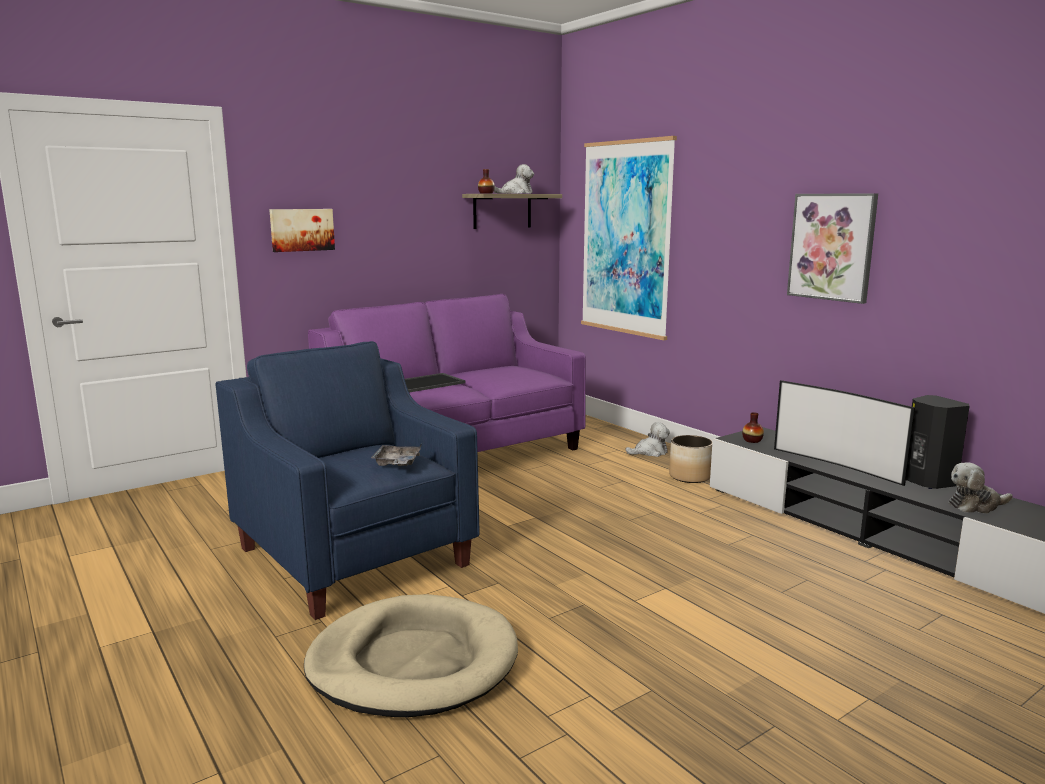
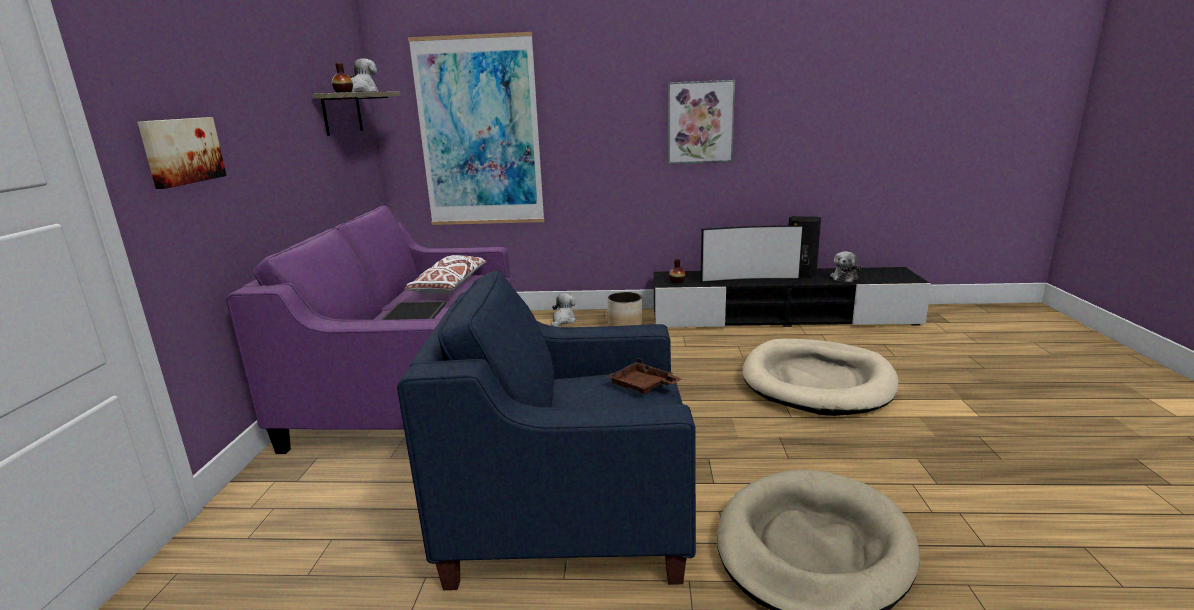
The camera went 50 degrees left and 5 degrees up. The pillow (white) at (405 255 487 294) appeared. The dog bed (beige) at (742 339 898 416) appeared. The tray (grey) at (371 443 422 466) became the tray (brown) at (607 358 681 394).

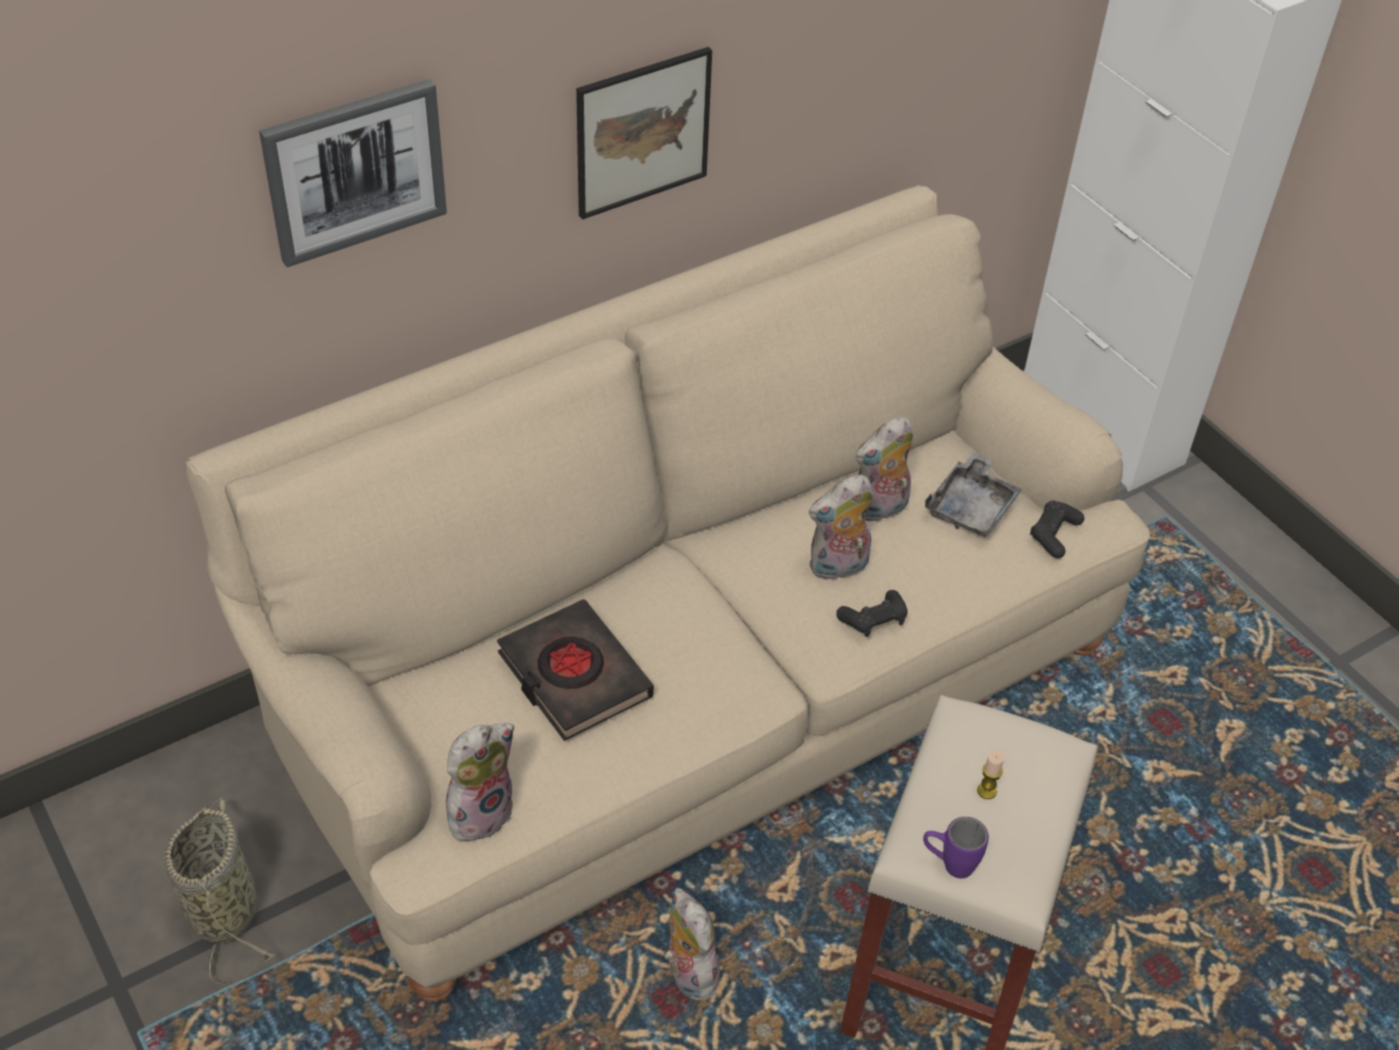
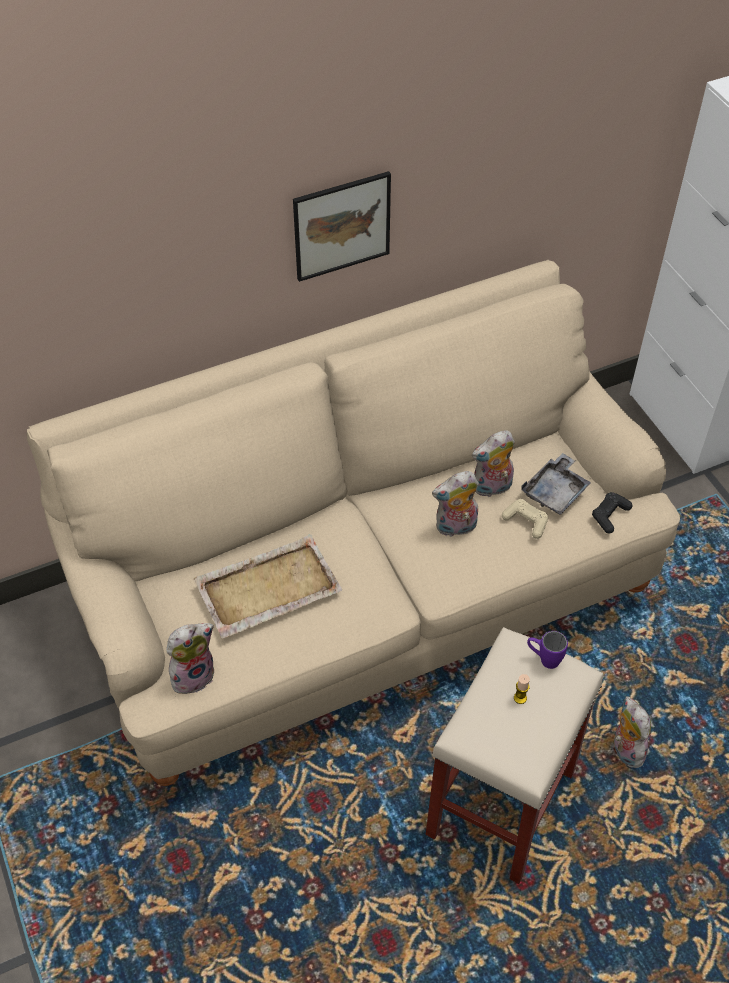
The camera went 10 degrees right and 5 degrees up. The basket at (164 797 276 985) disappeared. The picture at (259 79 447 267) disappeared. The game controller (black) at (836 590 907 637) disappeared. The game controller (beige) at (502 499 548 539) appeared. The plush toy moved from (664 888 720 1000) to (614 696 651 768). The mug (purple) moved from (923 817 989 879) to (527 631 568 669). The book (black) at (497 599 654 741) was replaced by the tray (beige) at (194 534 342 639).

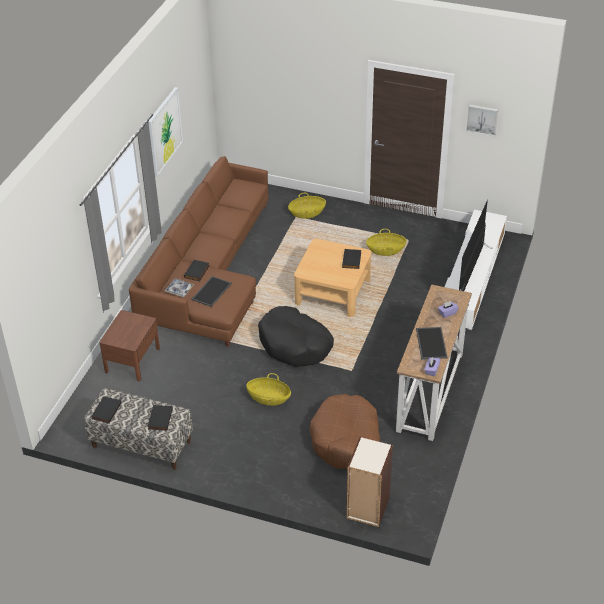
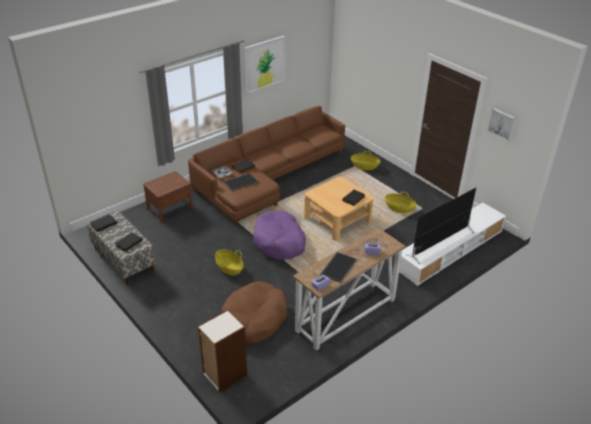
The camera went 30 degrees right and 5 degrees down. The dog bed (black) at (258 306 334 367) became the dog bed (purple) at (253 210 306 260).

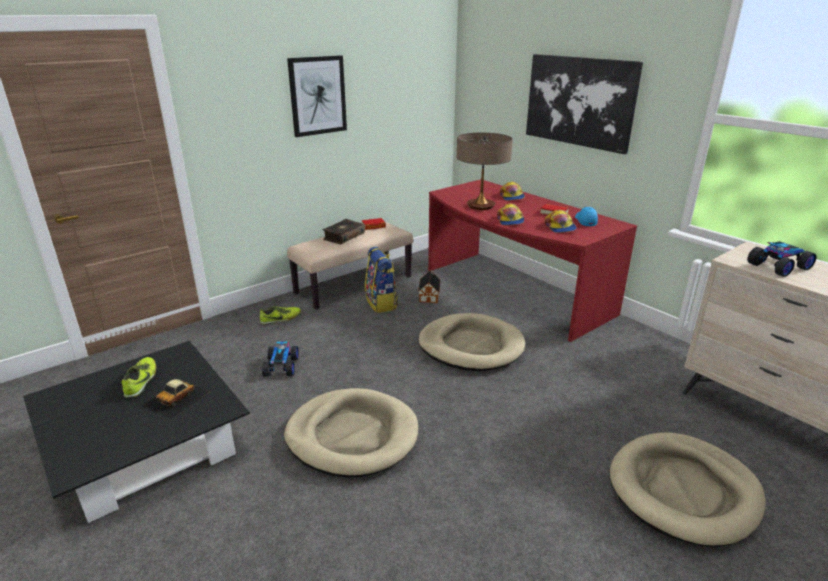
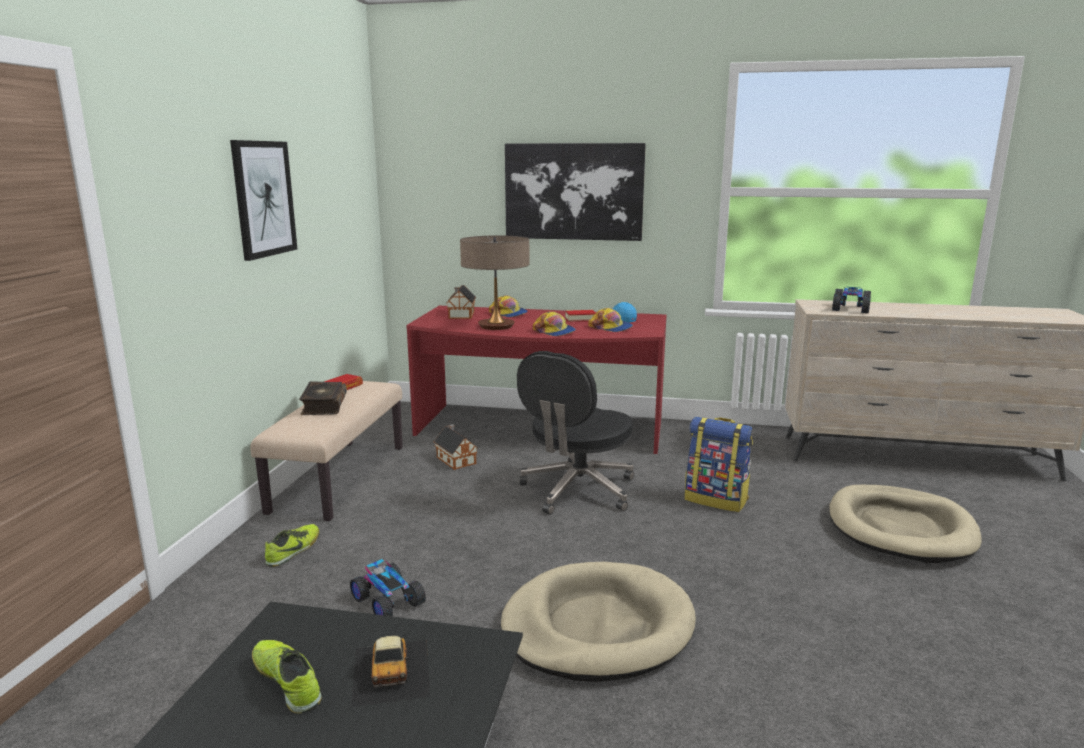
The camera went 40 degrees left and 10 degrees down. The toy house at (446 285 476 319) appeared. The backpack moved from (365 247 398 313) to (685 417 753 512). The dog bed (beige) at (418 313 525 371) was replaced by the office chair (black) at (517 351 634 515).

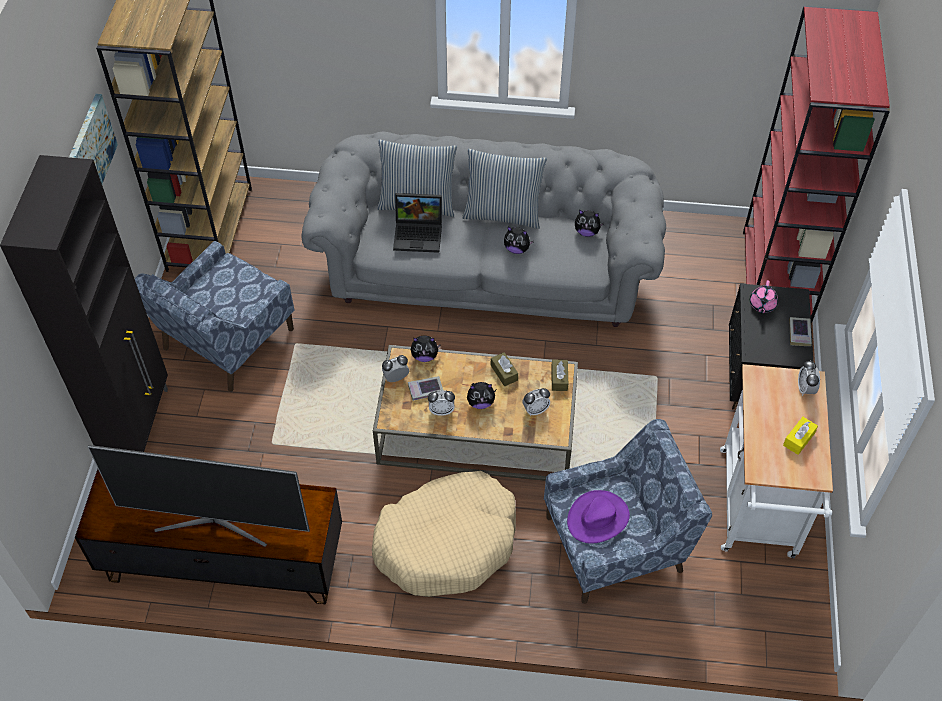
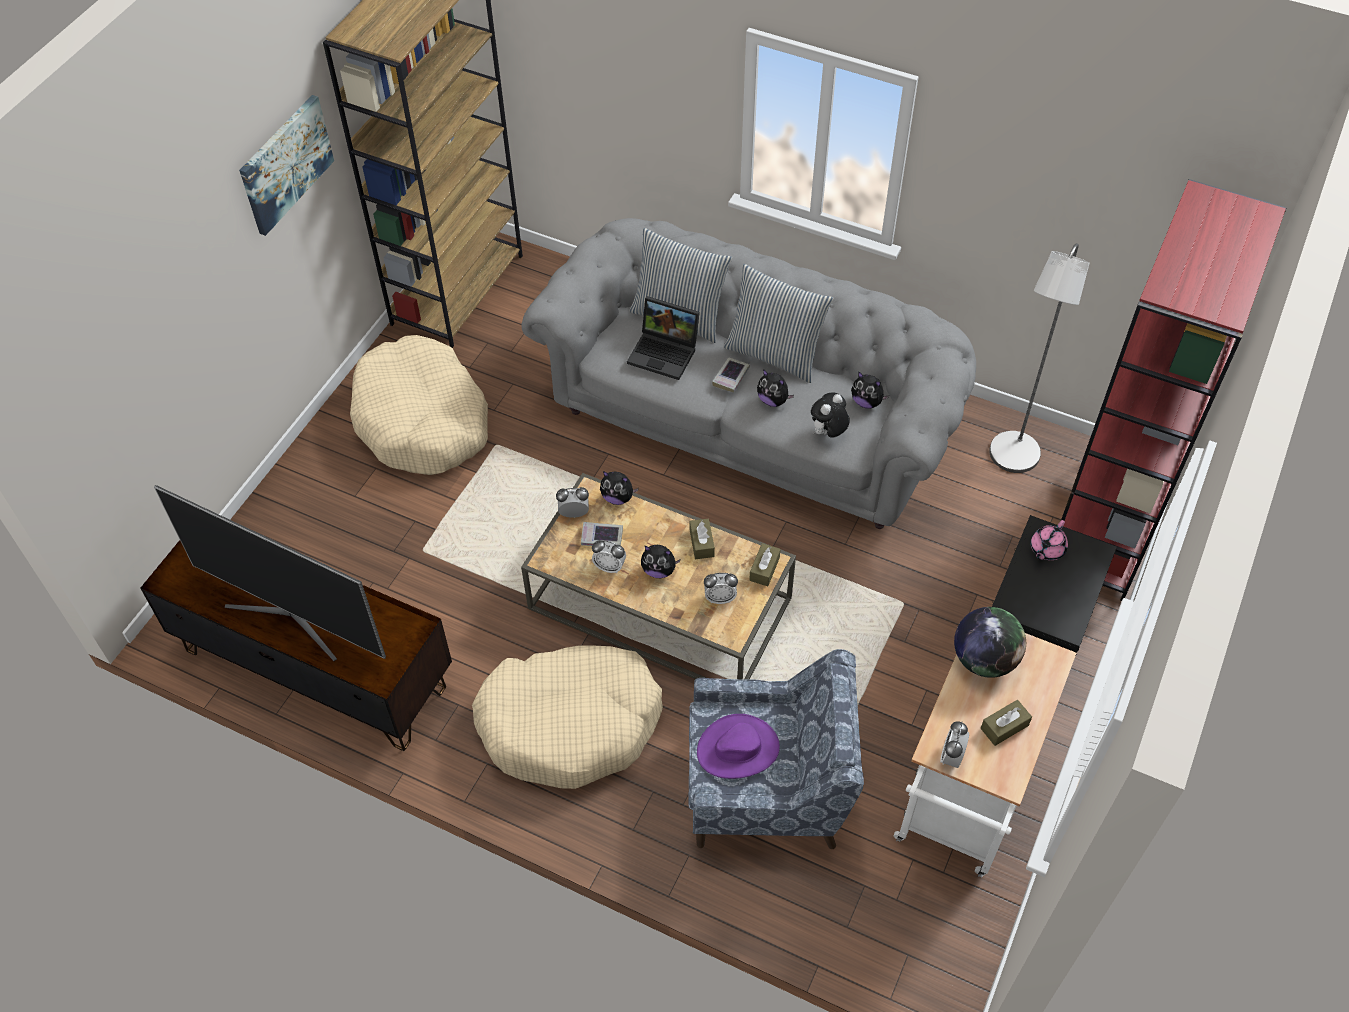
The camera went 20 degrees right and 0 degrees up. The cabinet (black) at (0 155 168 452) disappeared. The plush toy at (811 392 850 438) appeared. The globe at (954 607 1026 678) appeared. The floor lamp (grey) at (989 243 1089 473) appeared. The book moved from (789 317 812 346) to (712 357 750 393). The alarm clock moved from (798 360 820 396) to (940 721 969 768). The armchair (blue) at (135 241 294 392) was replaced by the dog bed (beige) at (350 335 488 475). The tissue box (yellow) at (783 417 818 455) became the tissue box (brown) at (981 700 1032 746).

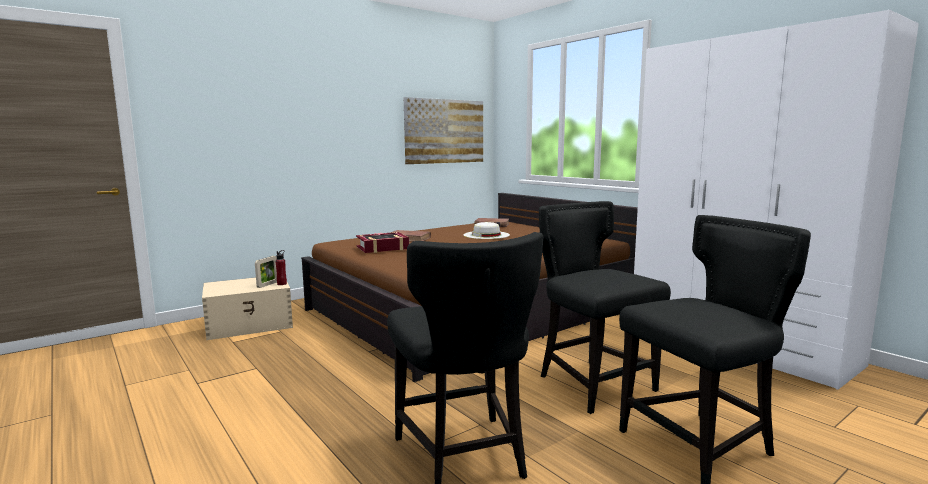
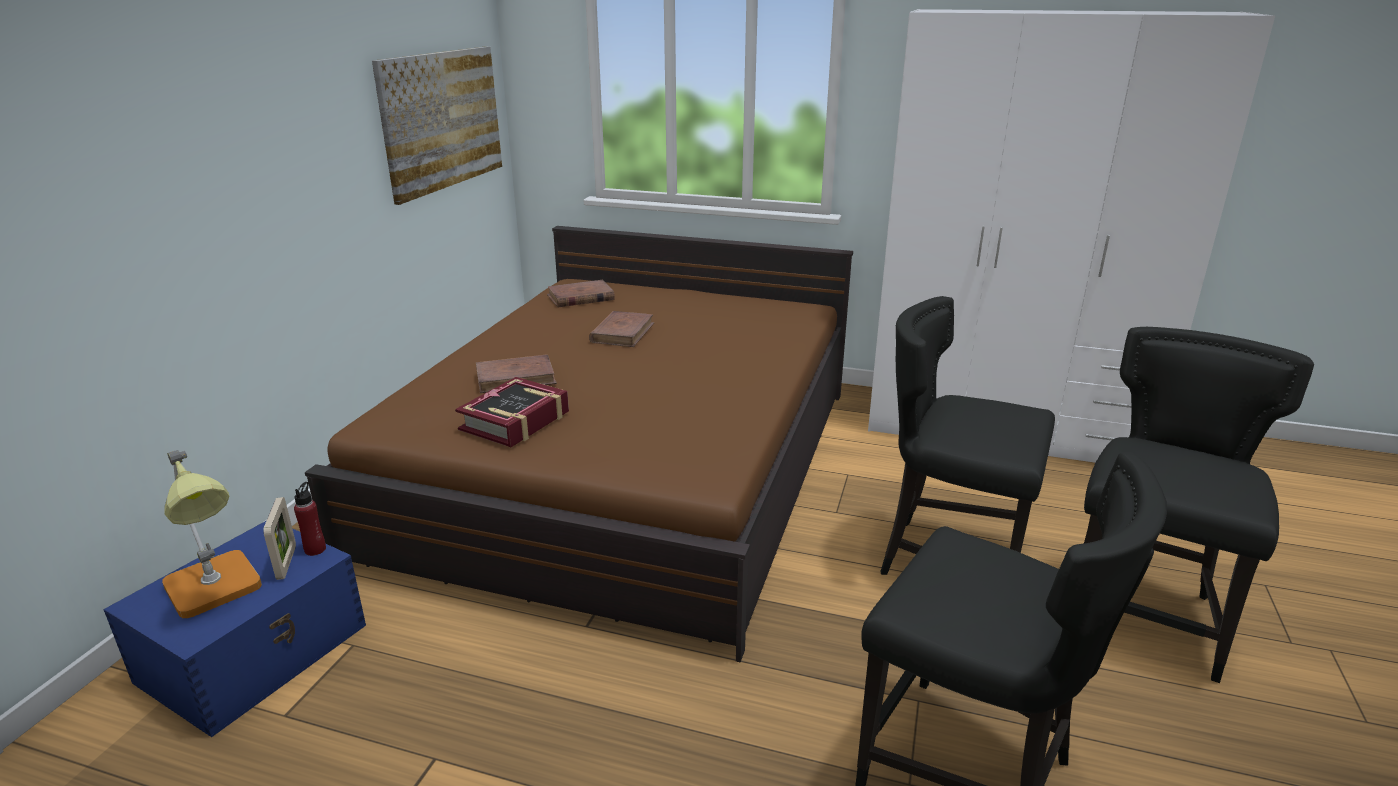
The camera went 35 degrees left and 15 degrees up. The table lamp at (162 450 262 618) appeared. The hat (white) at (464 222 510 239) was replaced by the book (brown) at (589 311 654 347). The storage box (beige) at (202 277 293 340) became the storage box (blue) at (103 521 366 737).

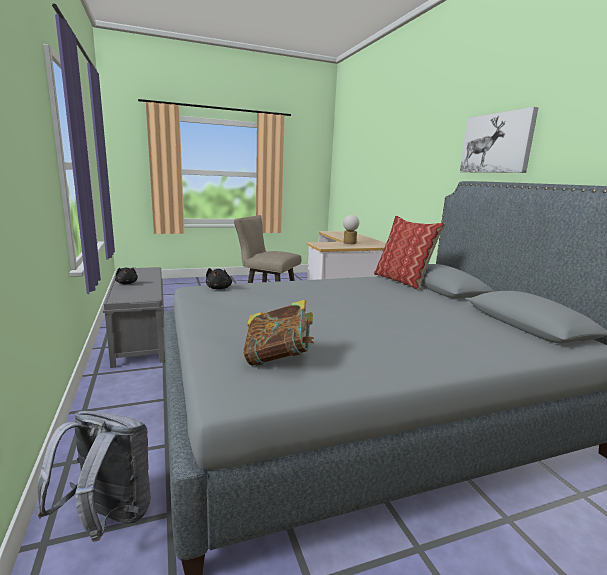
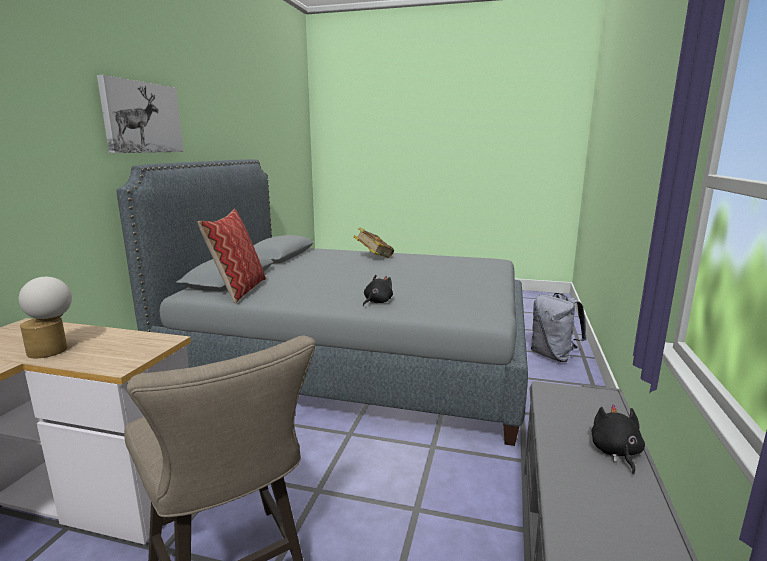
The camera went 145 degrees left and 0 degrees up. The plush toy (black) moved from (206 268 232 289) to (363 275 393 306). The book moved from (243 299 314 366) to (353 227 394 258).

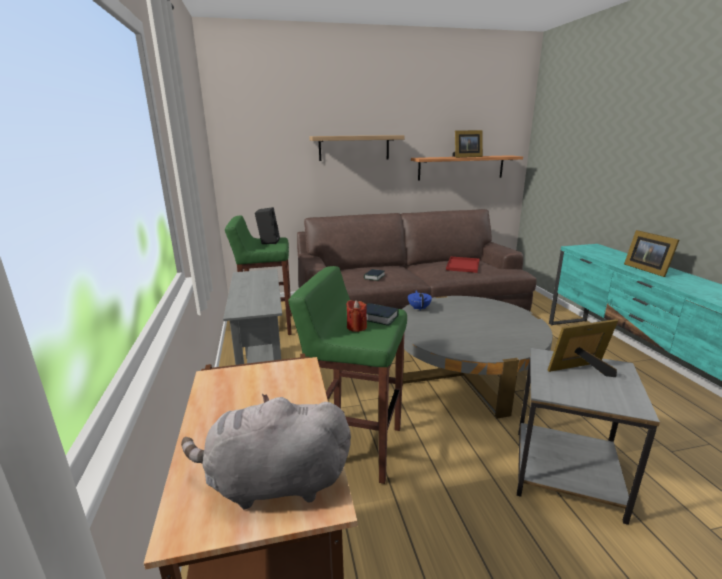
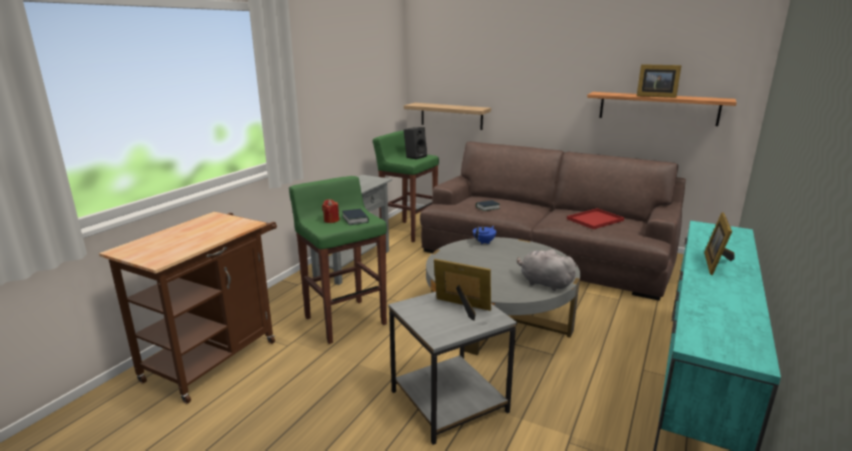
The camera went 40 degrees right and 0 degrees up. The plush toy (grey) moved from (181 394 351 509) to (517 250 578 291). The shelf moved from (309 135 405 161) to (404 103 491 130).

